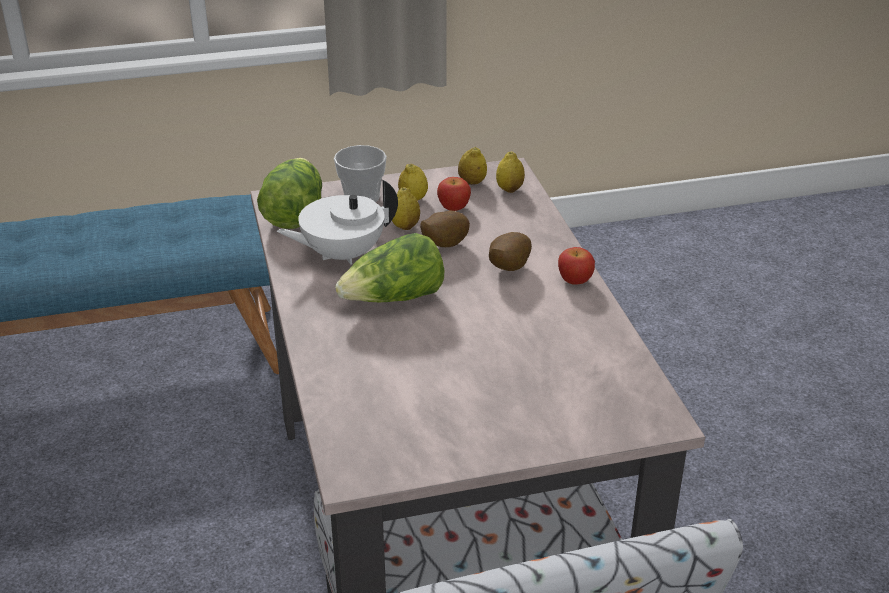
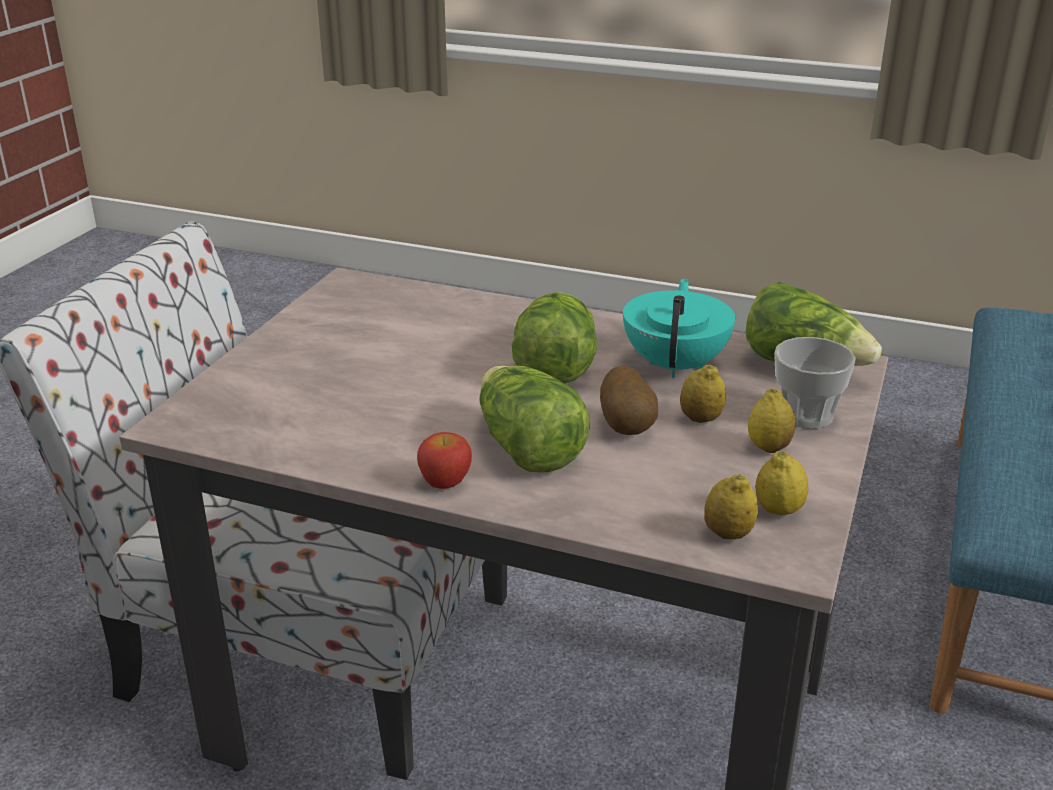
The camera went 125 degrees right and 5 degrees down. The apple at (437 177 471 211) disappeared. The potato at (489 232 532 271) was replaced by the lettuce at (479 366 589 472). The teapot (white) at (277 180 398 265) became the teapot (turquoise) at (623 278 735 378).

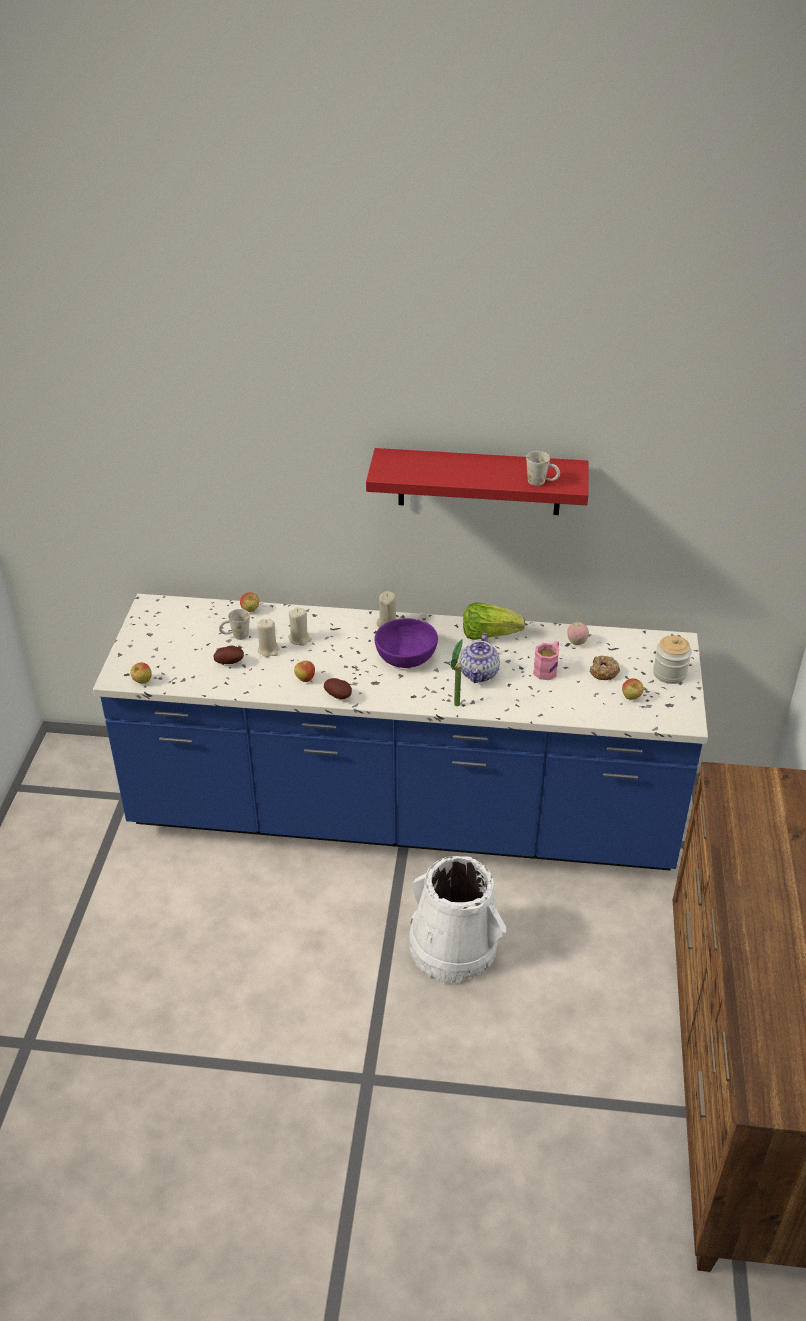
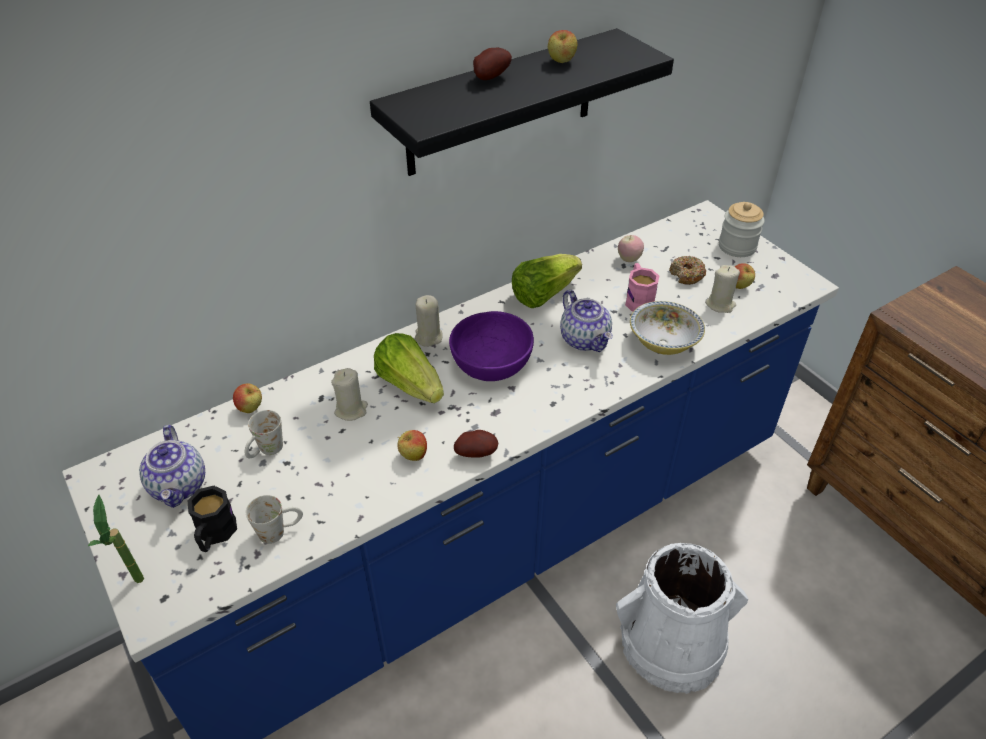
The camera went 40 degrees left and 5 degrees up. The teapot at (139 425 205 508) appeared. The mug (black) at (187 486 237 552) appeared. The lettuce at (374 333 444 403) appeared. The bowl at (630 301 705 355) appeared. The apple moved from (130 662 152 684) to (548 30 578 63). The potato moved from (214 646 244 664) to (473 48 512 80). The candle (beige) moved from (257 618 280 657) to (705 265 740 313). The potted plant moved from (444 639 463 706) to (88 494 144 583). The mug (white) moved from (526 451 560 486) to (246 495 303 544). The shelf (red) at (366 448 589 515) became the shelf (black) at (370 28 674 176).

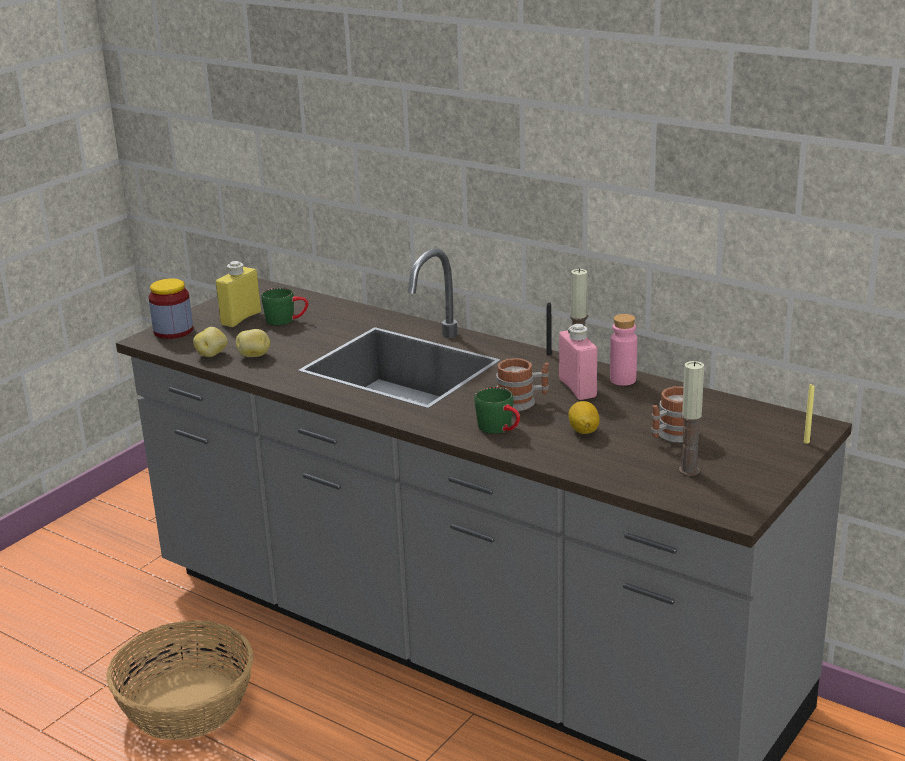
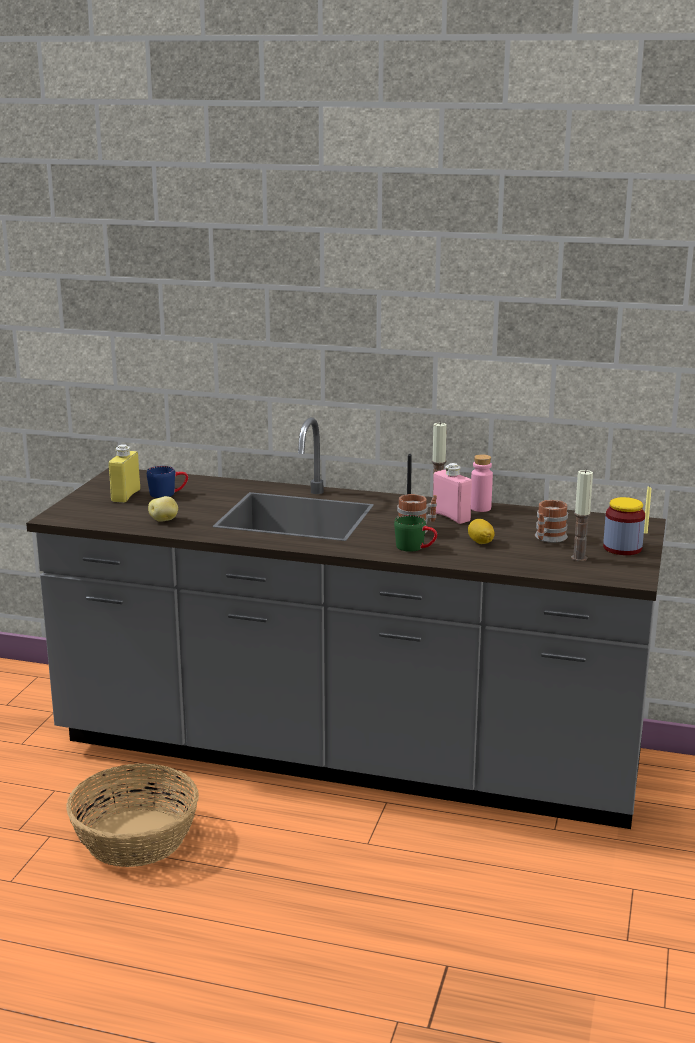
The camera went 20 degrees left and 5 degrees down. The potato at (193 327 228 357) disappeared. The jar moved from (148 278 193 339) to (603 497 645 555). The mug (green) at (261 287 308 325) became the mug (blue) at (147 466 188 498).

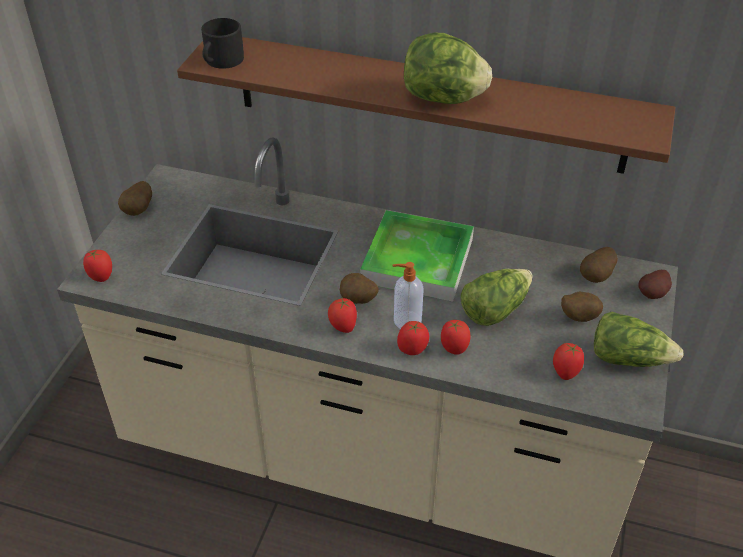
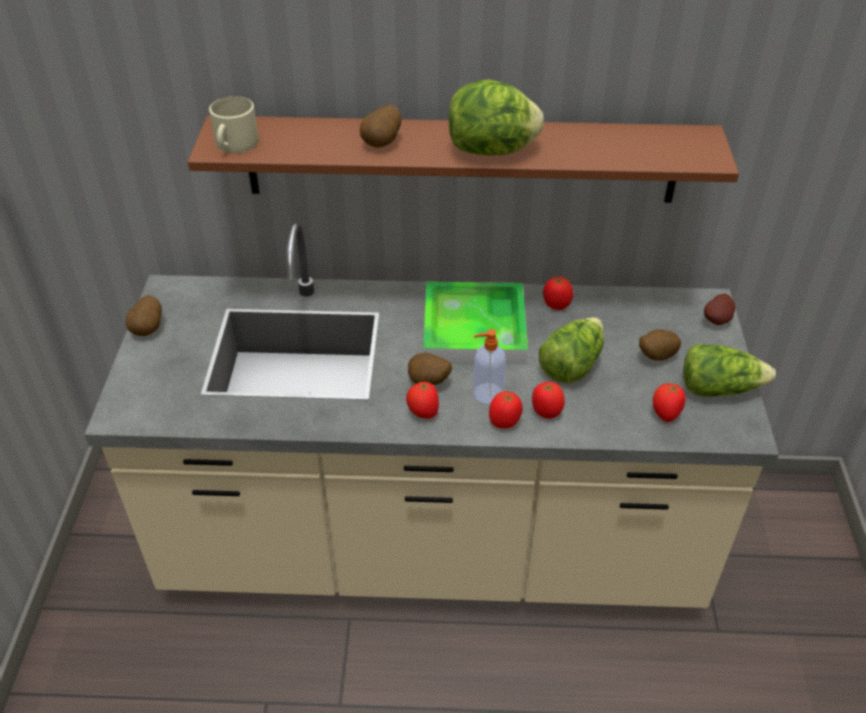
The camera went 15 degrees left and 0 degrees up. The tomato moved from (83 250 112 282) to (543 277 573 310). The potato moved from (580 247 618 283) to (360 105 402 148). The mug (black) at (201 18 244 69) became the mug (beige) at (209 96 259 153).

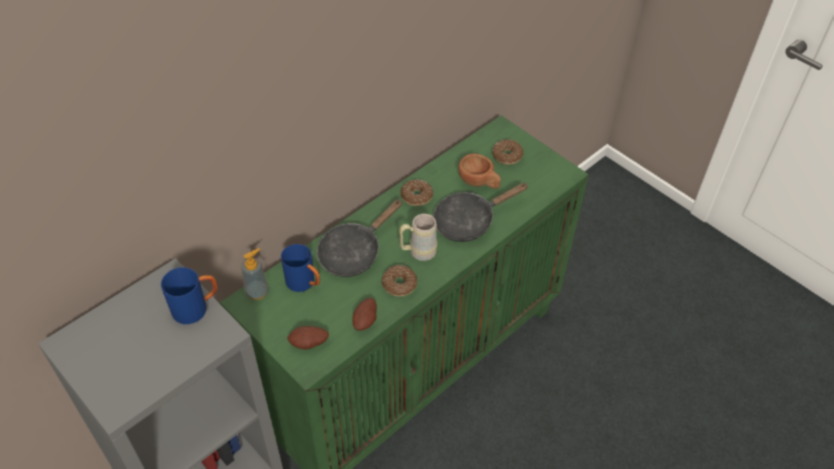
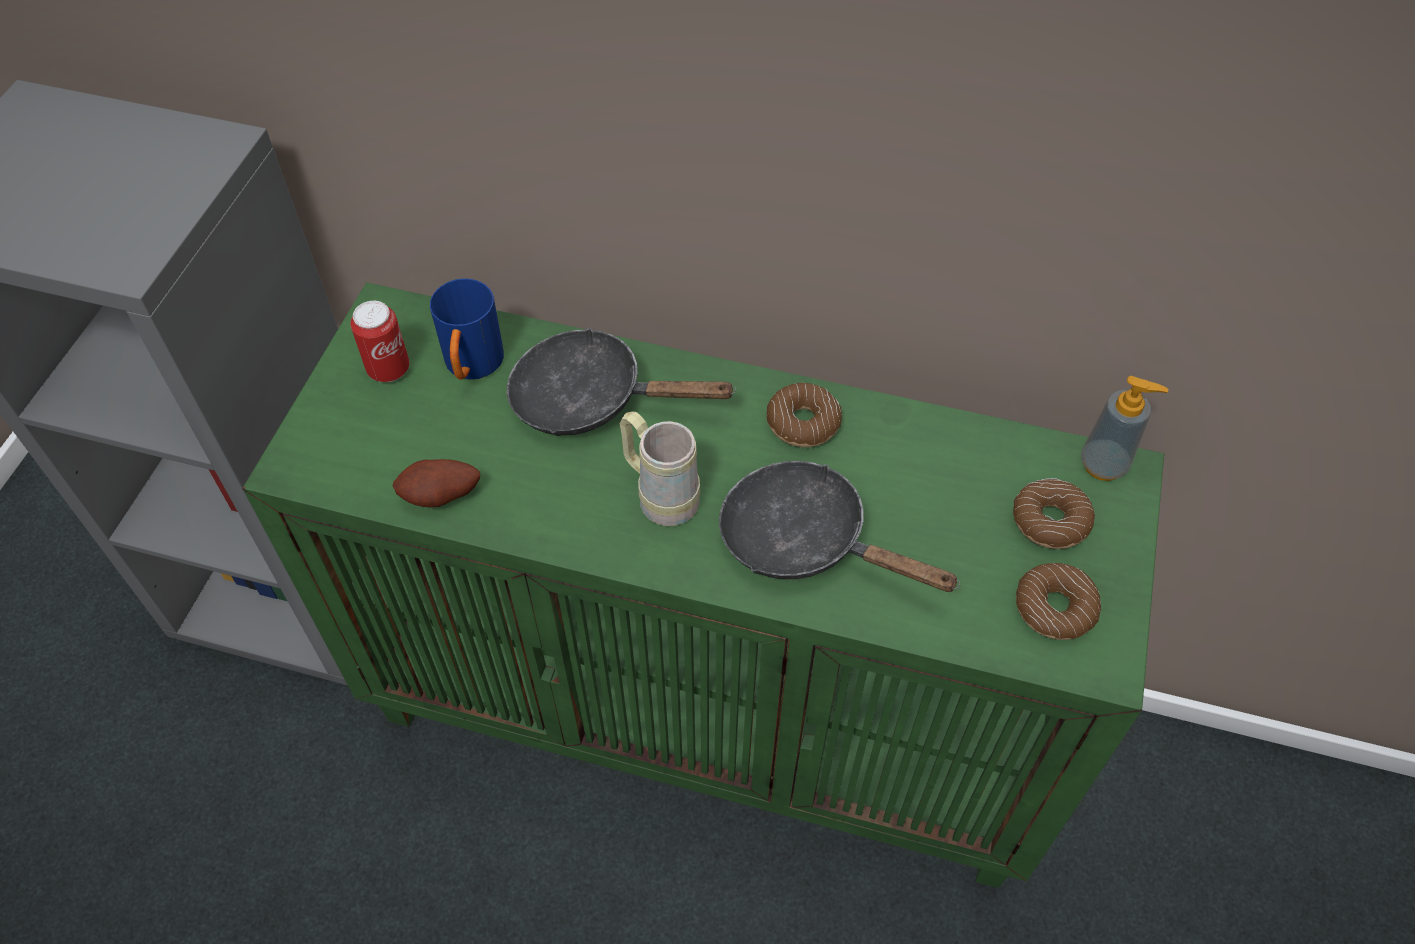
The camera went 60 degrees right and 5 degrees up. The mug (blue) at (161 267 218 324) disappeared. The potato at (287 326 329 349) disappeared. The cup (brown) at (459 154 501 189) disappeared. The can at (350 301 410 382) appeared. The soap dispenser moved from (241 248 268 300) to (1081 376 1168 481). The donut moved from (381 265 417 296) to (1016 563 1101 640).

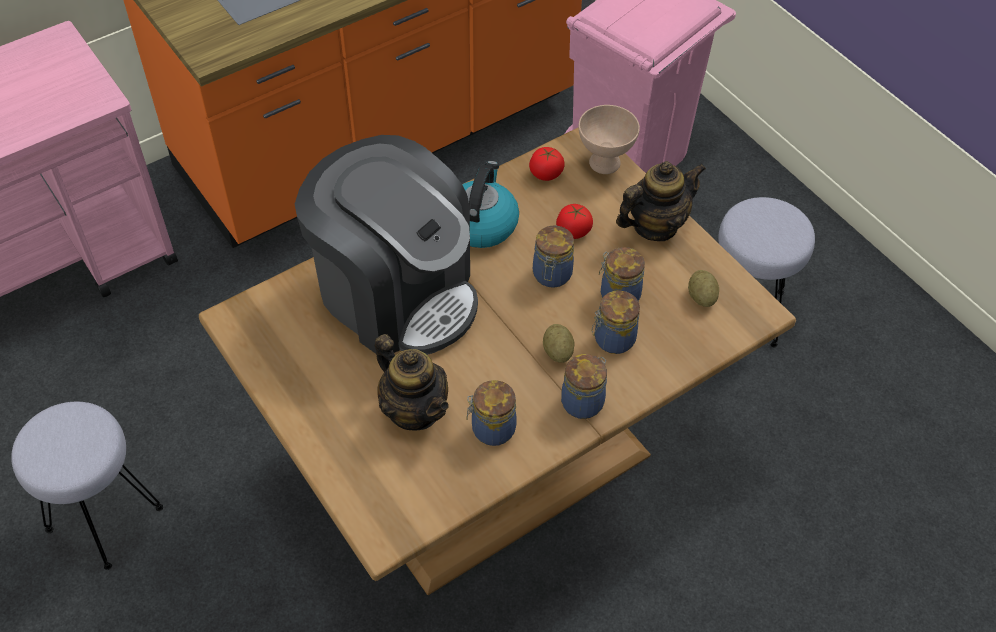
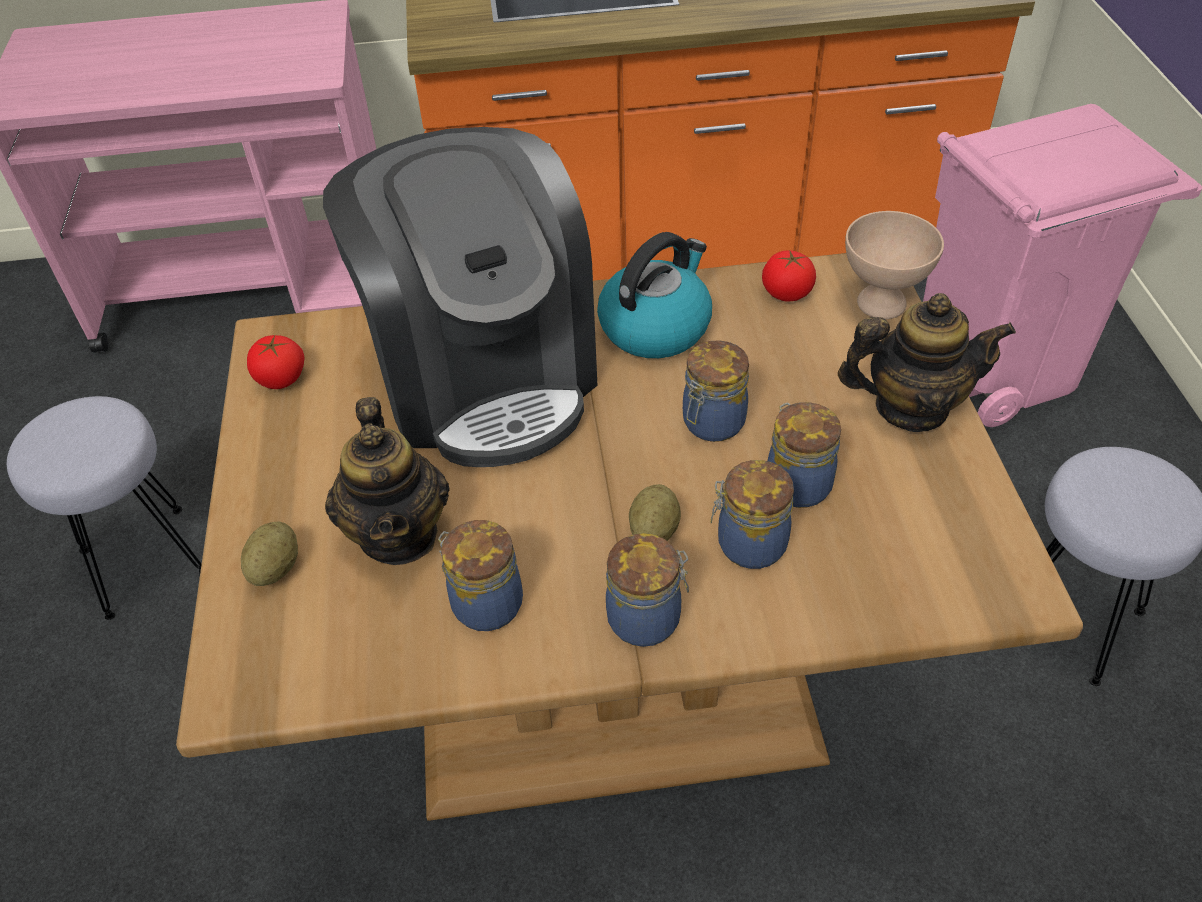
The camera went 30 degrees right and 5 degrees down. The tomato moved from (556 204 593 239) to (247 335 305 389). The potato moved from (688 270 719 307) to (241 521 298 586).

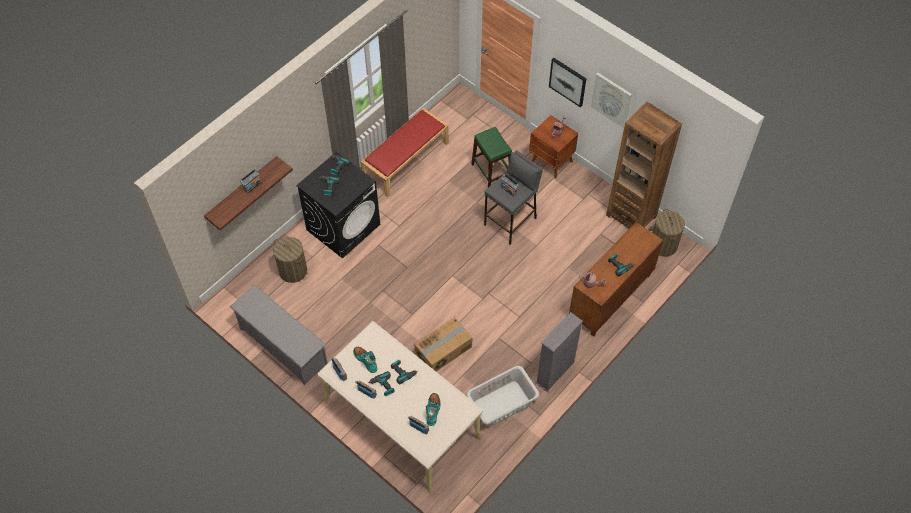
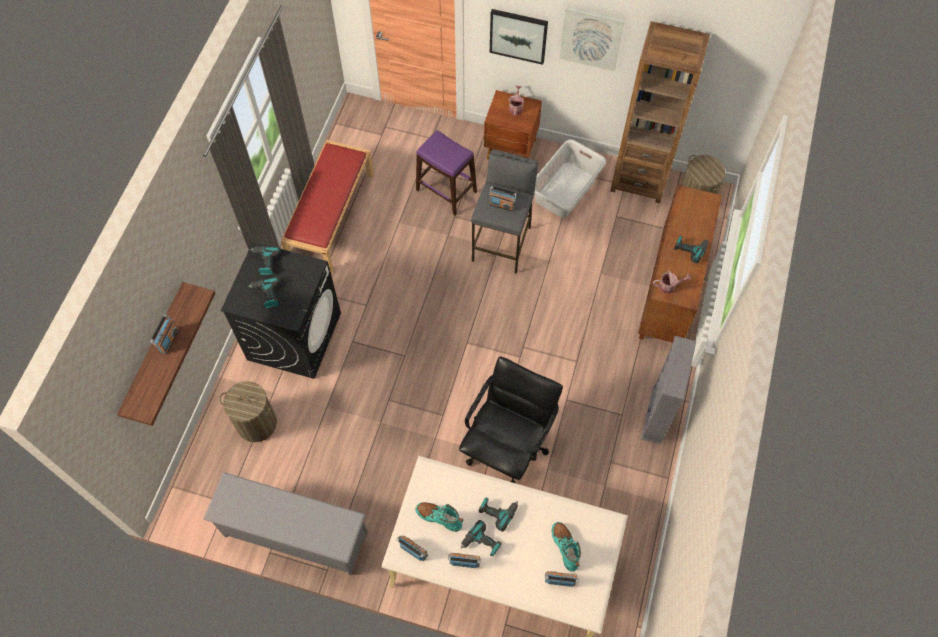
The camera went 25 degrees left and 5 degrees up. The laundry basket (grey) moved from (466 366 539 427) to (534 139 606 218). The cardboard box at (414 317 473 371) was replaced by the office chair (black) at (459 356 563 483). The stool (green) at (472 127 512 187) became the stool (purple) at (416 130 477 215).

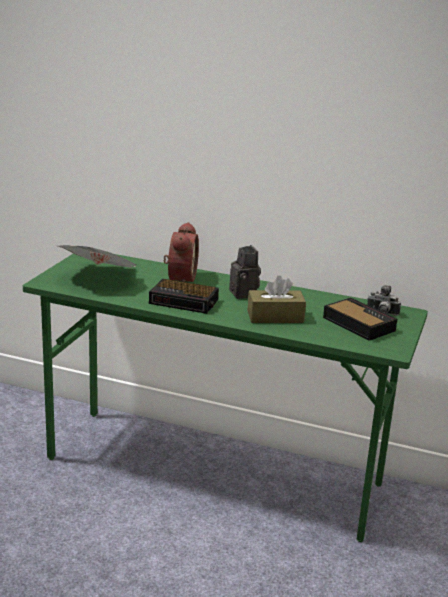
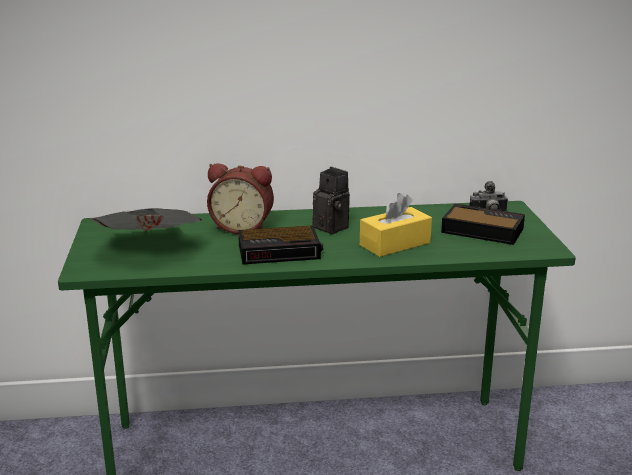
The camera went 25 degrees left and 0 degrees up. The tissue box (brown) at (247 275 306 323) became the tissue box (yellow) at (360 193 432 257). The alarm clock at (164 222 199 282) turned 120 degrees clockwise.

